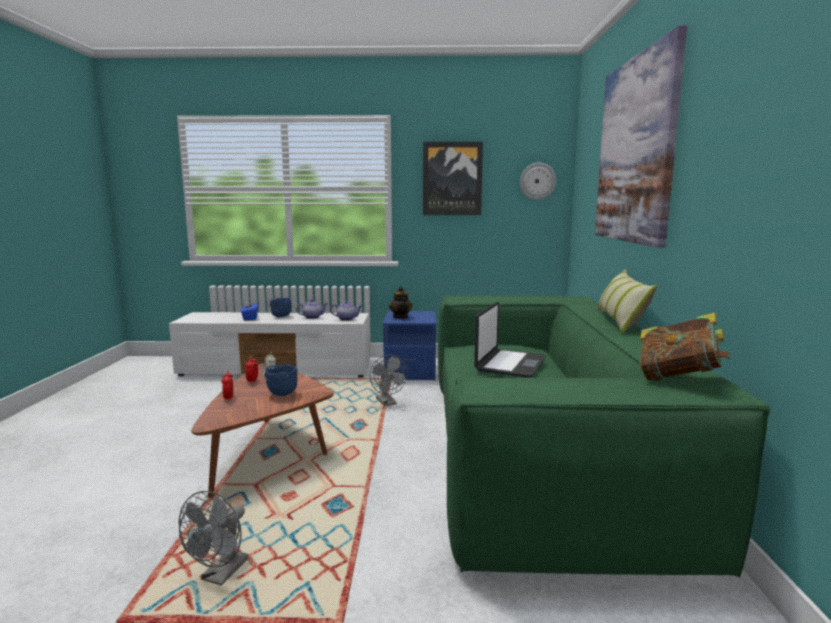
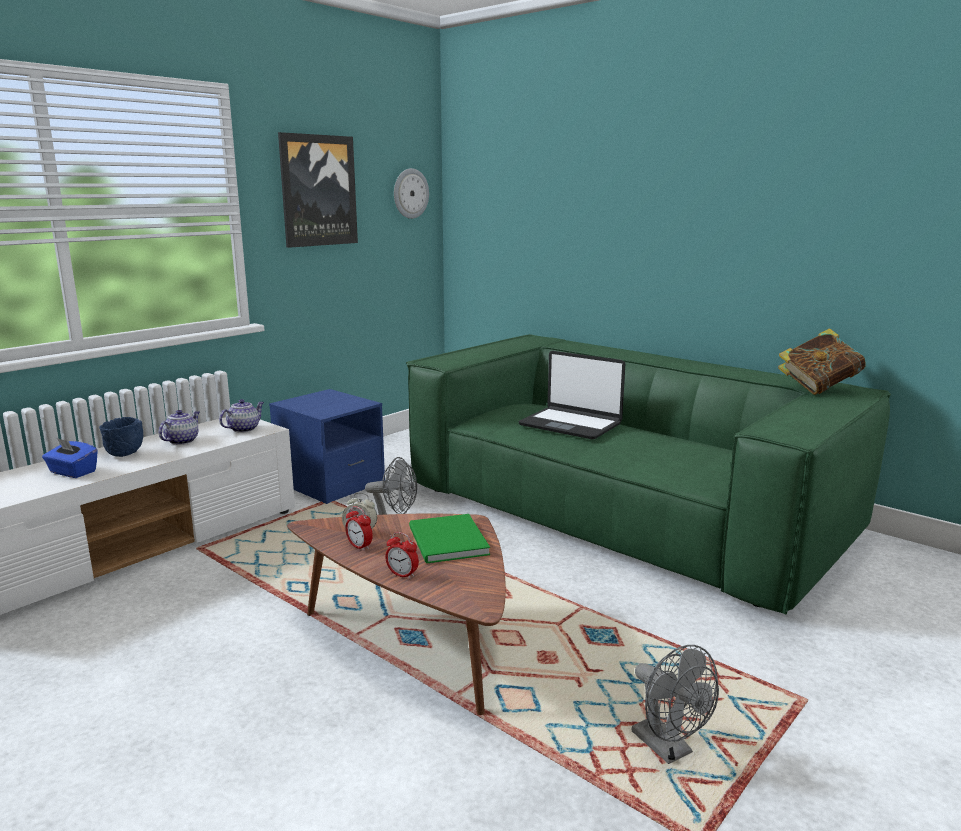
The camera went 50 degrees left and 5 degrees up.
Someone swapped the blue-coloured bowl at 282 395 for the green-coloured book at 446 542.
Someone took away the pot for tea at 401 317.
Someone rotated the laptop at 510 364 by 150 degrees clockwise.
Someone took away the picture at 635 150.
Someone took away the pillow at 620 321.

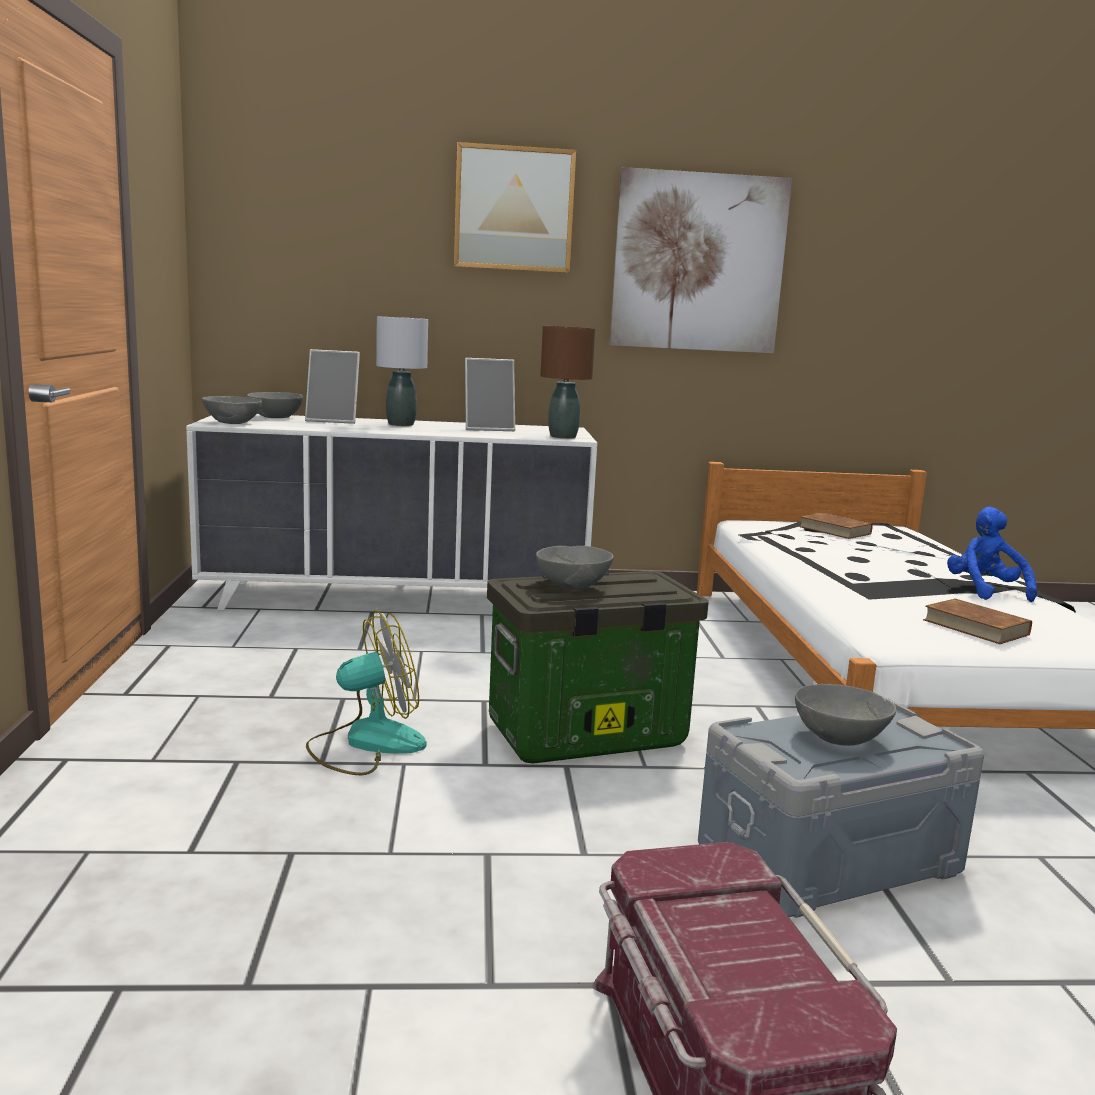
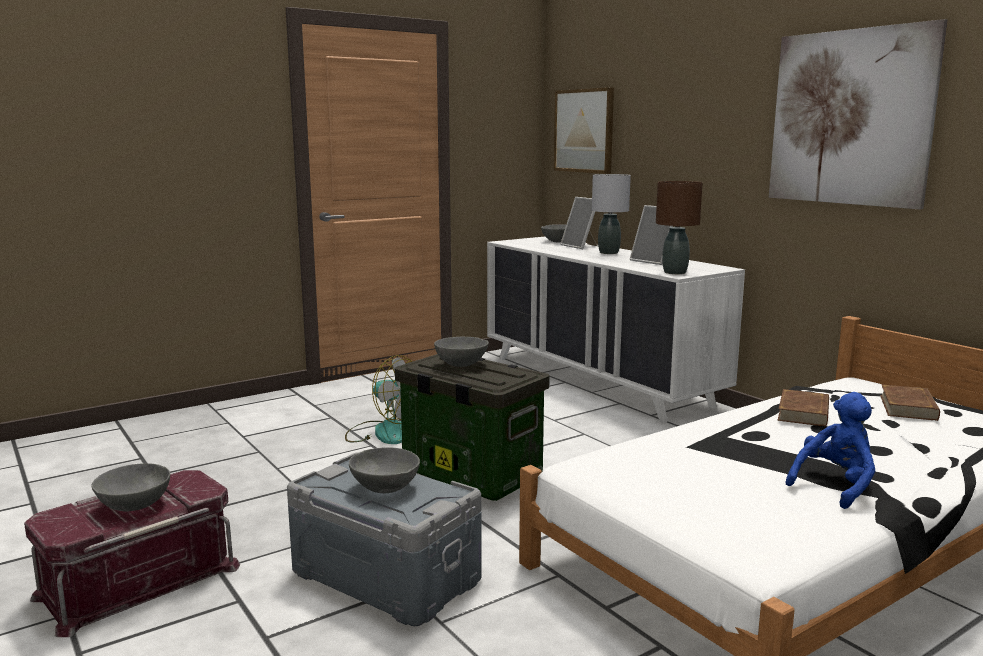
The camera went 60 degrees right and 0 degrees up.
Someone carried the gray bowl from 233 423 to 135 505.
Someone carried the picture from 514 209 to 584 131.
Someone carried the brown-coloured book from 975 627 to 804 413.

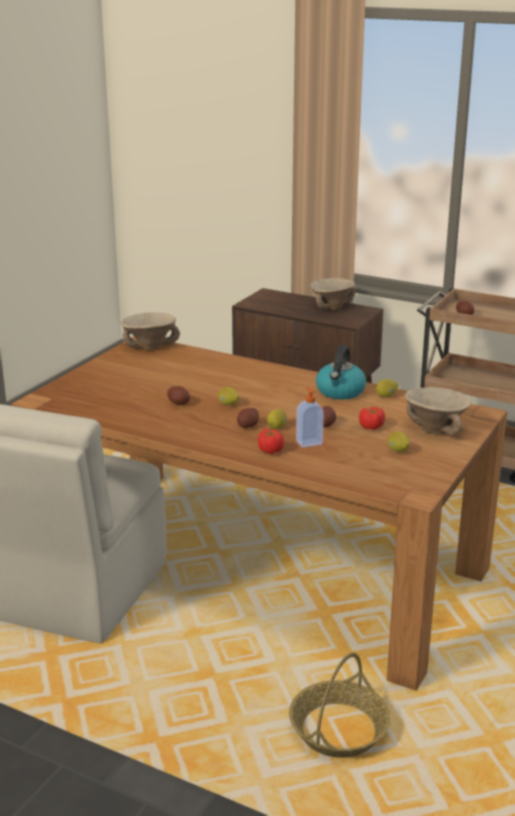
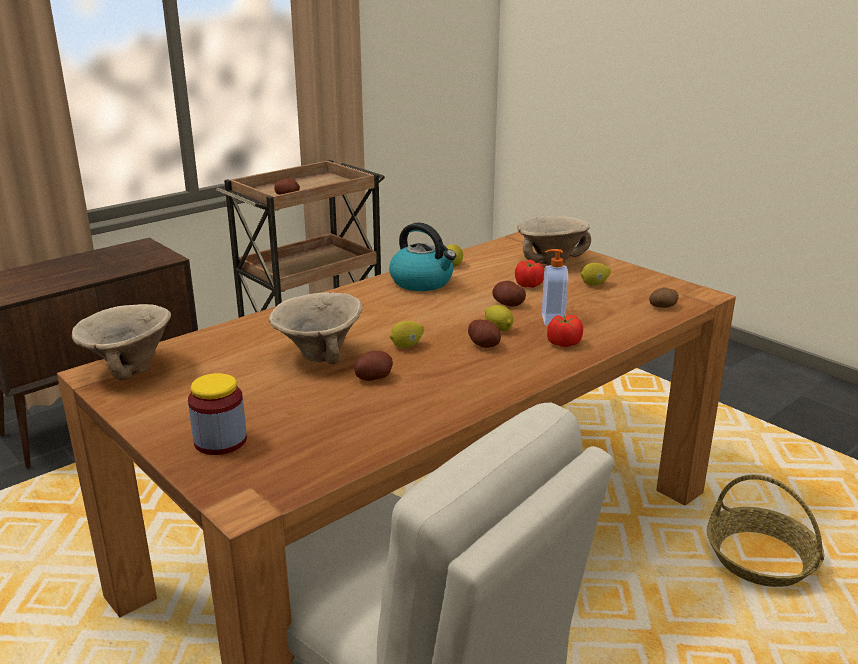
The camera went 70 degrees left and 0 degrees up.
Someone carried the sand-coloured bowl from 331 307 to 317 356.
Someone put down the preserve jar at 220 441.
Someone put down the potato at 663 306.

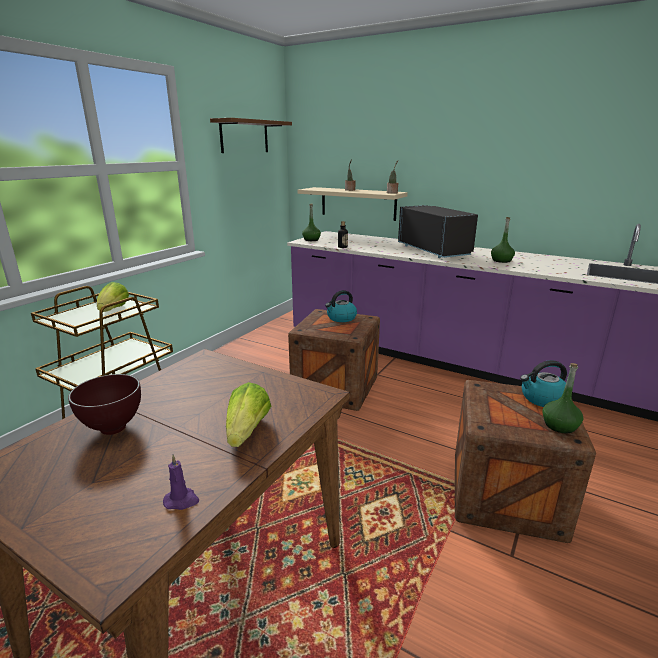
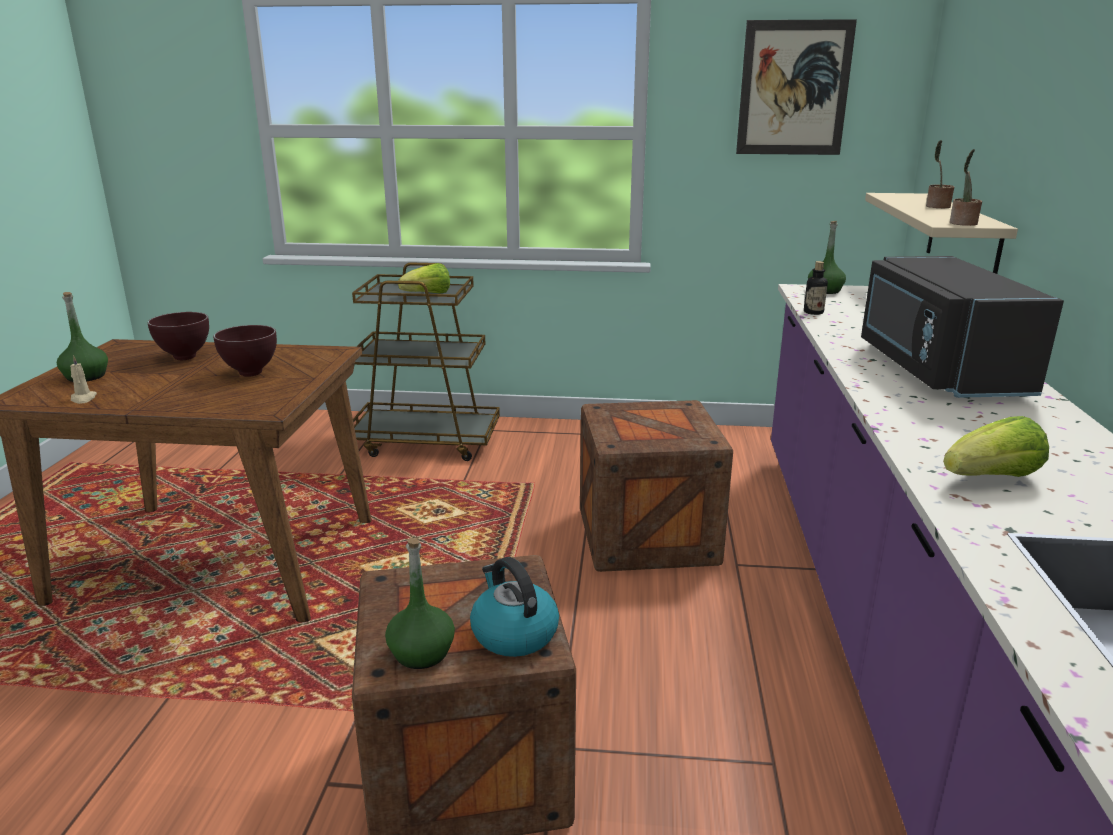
The camera went 65 degrees right and 0 degrees up.
Someone repainted the purple wax candle at 182 500, which became the sand-coloured wax candle at 83 399.
Someone swapped the bracket shelf at 244 136 for the picture at 794 88.
Someone carried the lettuce head from 247 431 to 992 478.
Someone took away the water kettle at 341 318.
Someone rotated the black-coloured microwave oven at 435 250 by 135 degrees clockwise.
Someone carried the green-coloured drink bottle from 501 260 to 86 376.
Someone put down the brown-coloured bowl at 252 373.

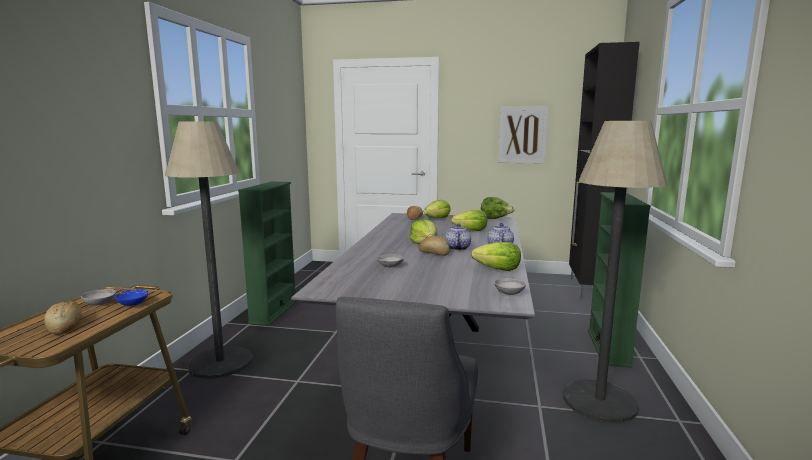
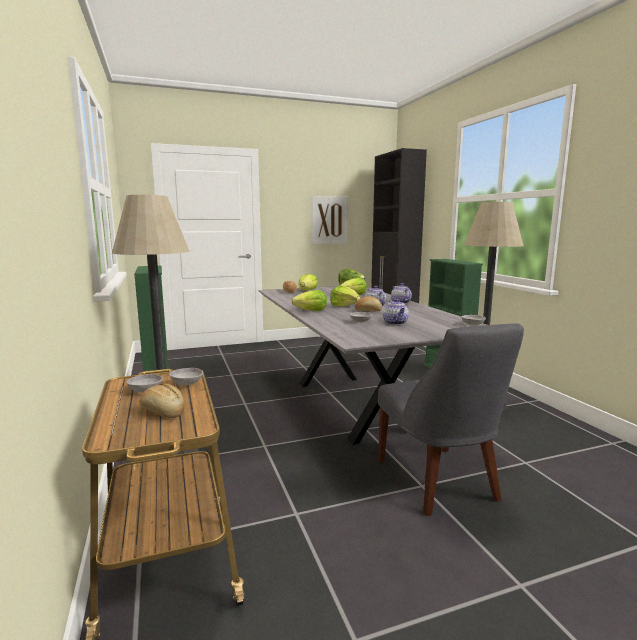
The camera went 30 degrees left and 0 degrees up.
Someone repainted the blue-coloured bowl at 133 304, which became the gray bowl at 187 383.
Someone carried the lettuce head from 498 269 to 311 311.
Someone put down the pot for tea at 395 323.

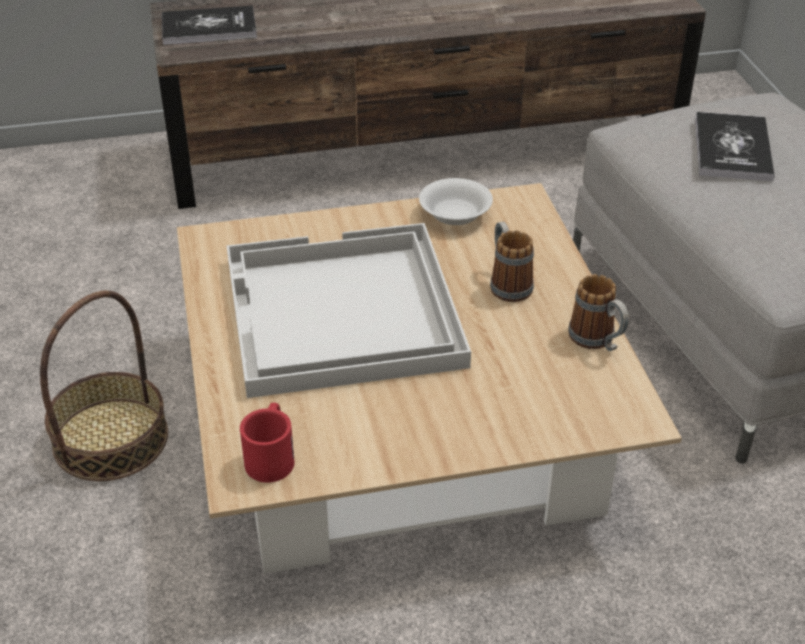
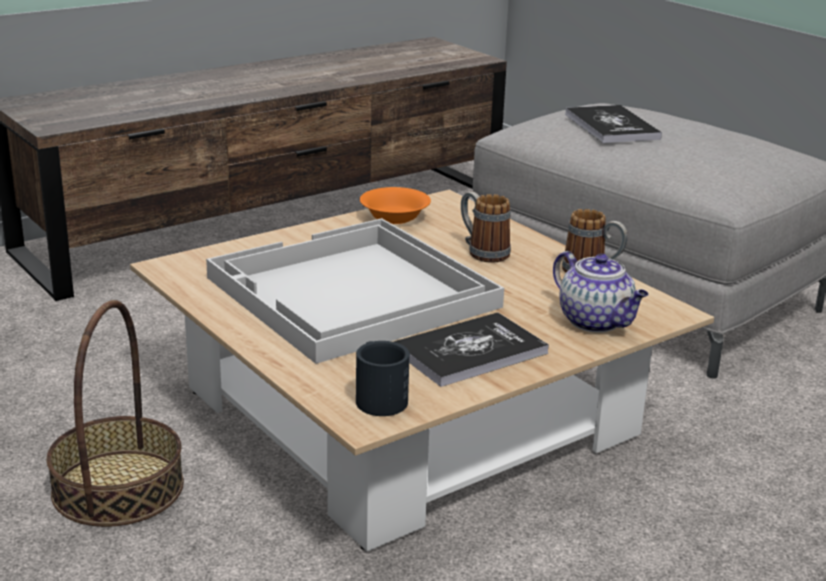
The camera went 25 degrees left and 15 degrees down.
Someone carried the book from 209 27 to 470 351.
Someone repainted the reddish mug at 271 455, which became the black-coloured mug at 378 396.
Someone repainted the white-coloured bowl at 455 215, which became the orangey bowl at 395 218.
Someone put down the pot for tea at 596 322.

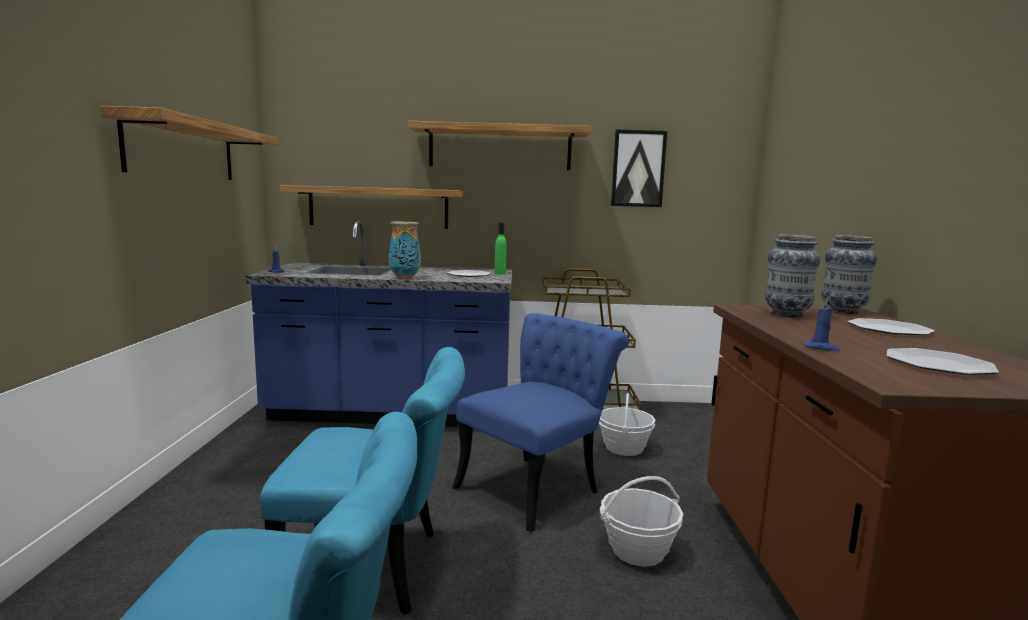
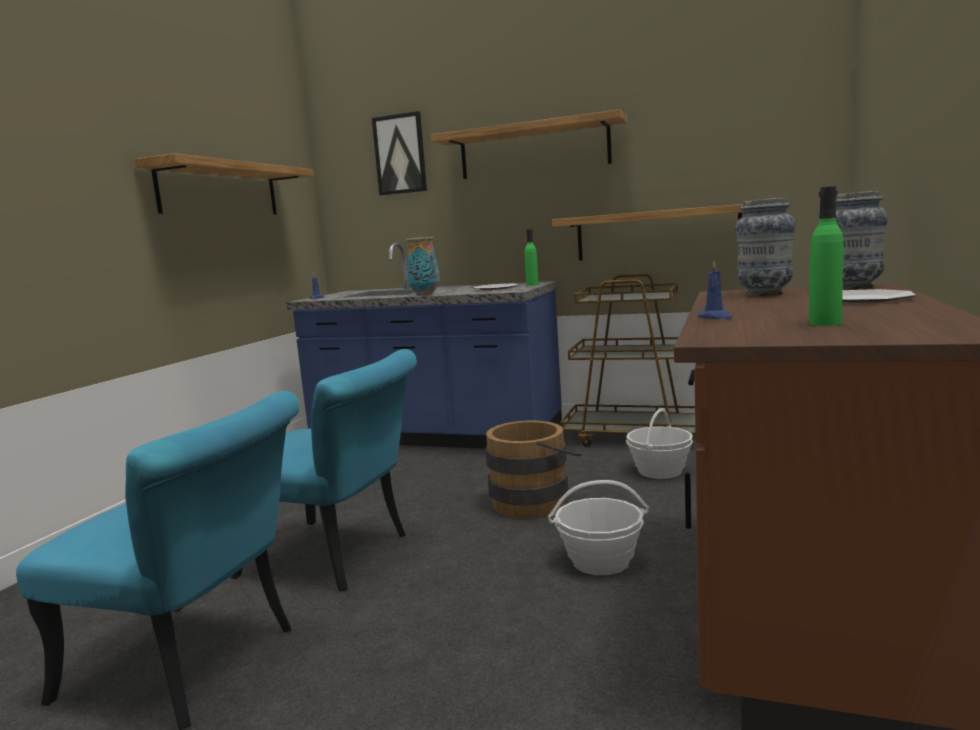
The camera went 20 degrees right and 0 degrees up.
Someone carried the bracket shelf from 378 207 to 656 233.
Someone swapped the blue-coloured chair at 537 485 for the brown-coloured bucket at 535 501.
Someone carried the picture from 638 169 to 400 154.
Someone swapped the dinner plate at 938 364 for the green-coloured drink bottle at 825 323.

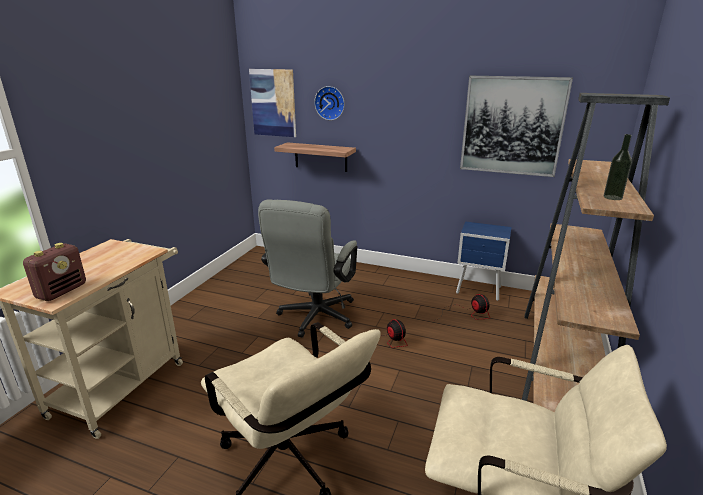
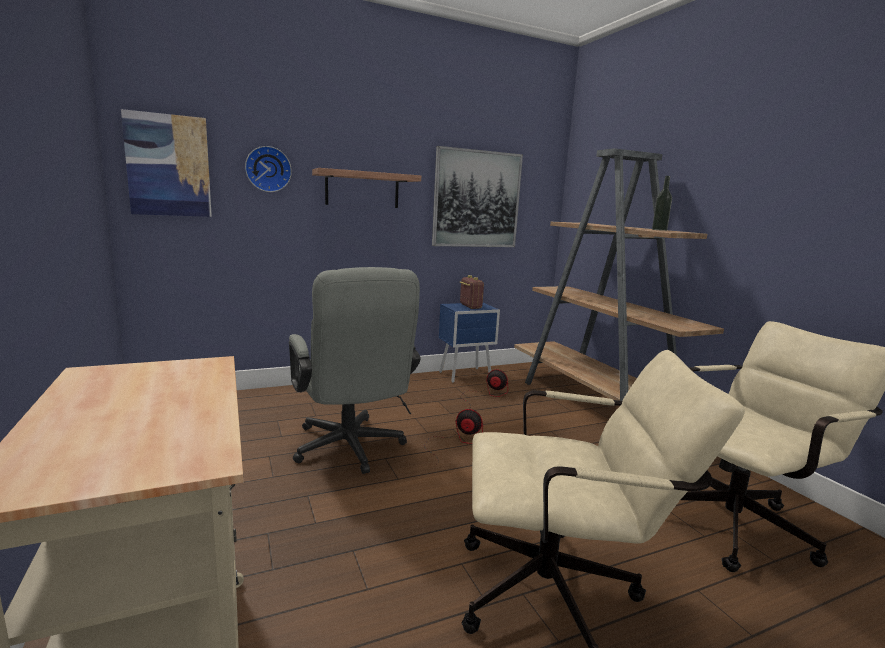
The camera went 45 degrees left and 10 degrees down.
Someone carried the radio from 62 291 to 470 306.
Someone carried the bracket shelf from 320 157 to 362 189.

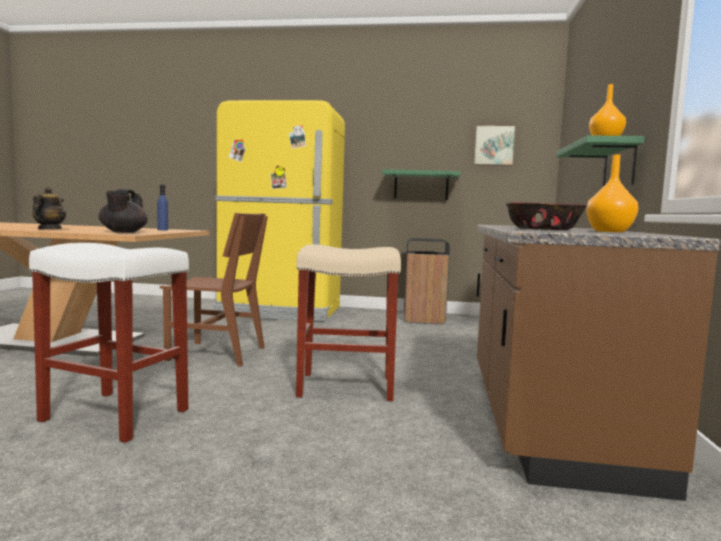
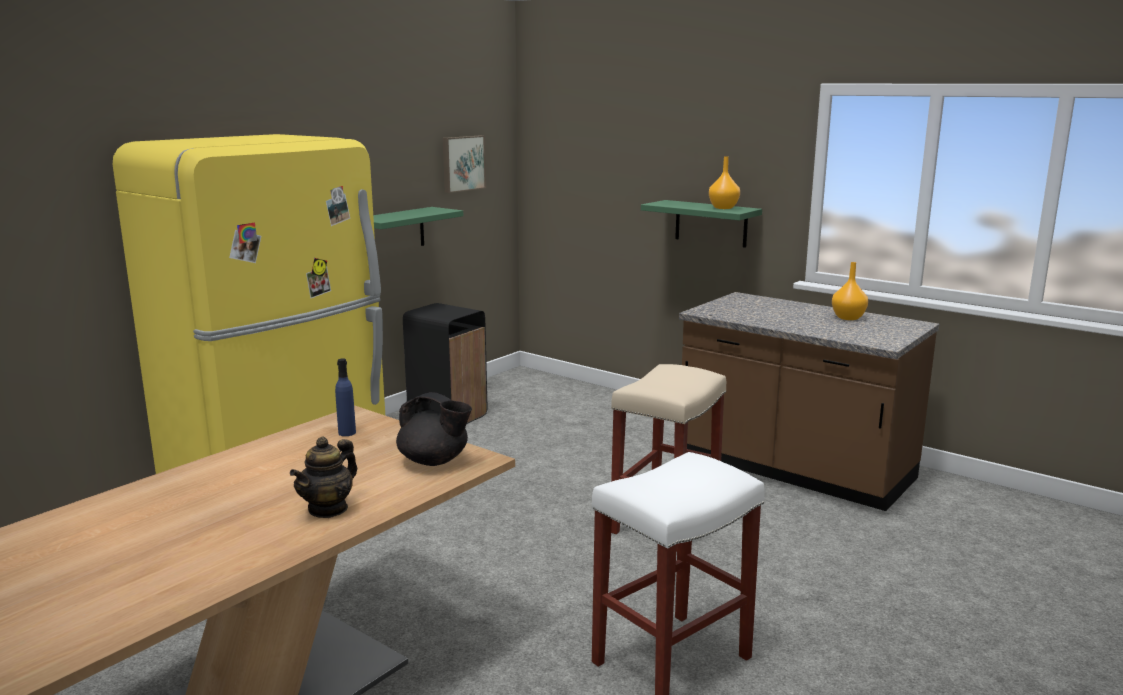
The camera went 60 degrees left and 10 degrees up.
Someone rotated the pot for tea at 49 229 by 90 degrees counterclockwise.
Someone took away the brown-coloured chair at 217 353.
Someone took away the bowl at 543 229.

